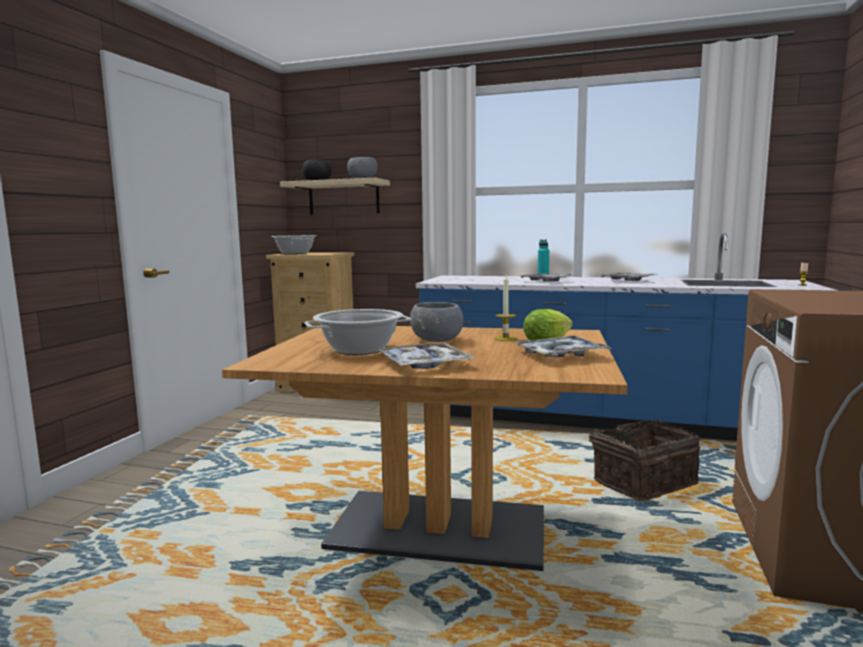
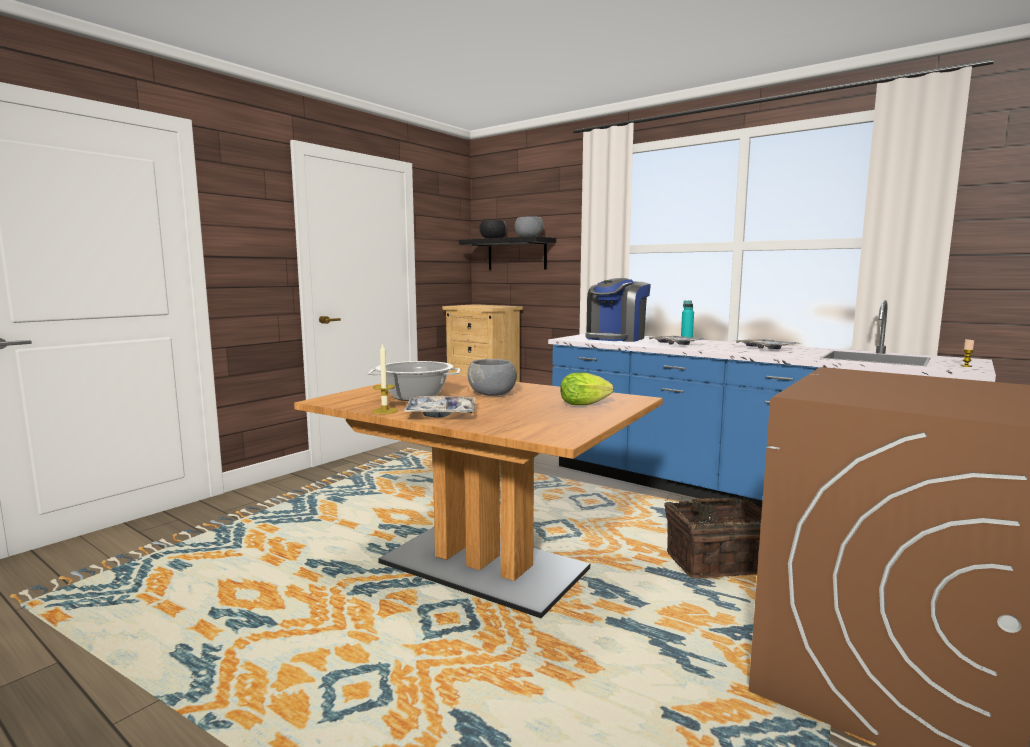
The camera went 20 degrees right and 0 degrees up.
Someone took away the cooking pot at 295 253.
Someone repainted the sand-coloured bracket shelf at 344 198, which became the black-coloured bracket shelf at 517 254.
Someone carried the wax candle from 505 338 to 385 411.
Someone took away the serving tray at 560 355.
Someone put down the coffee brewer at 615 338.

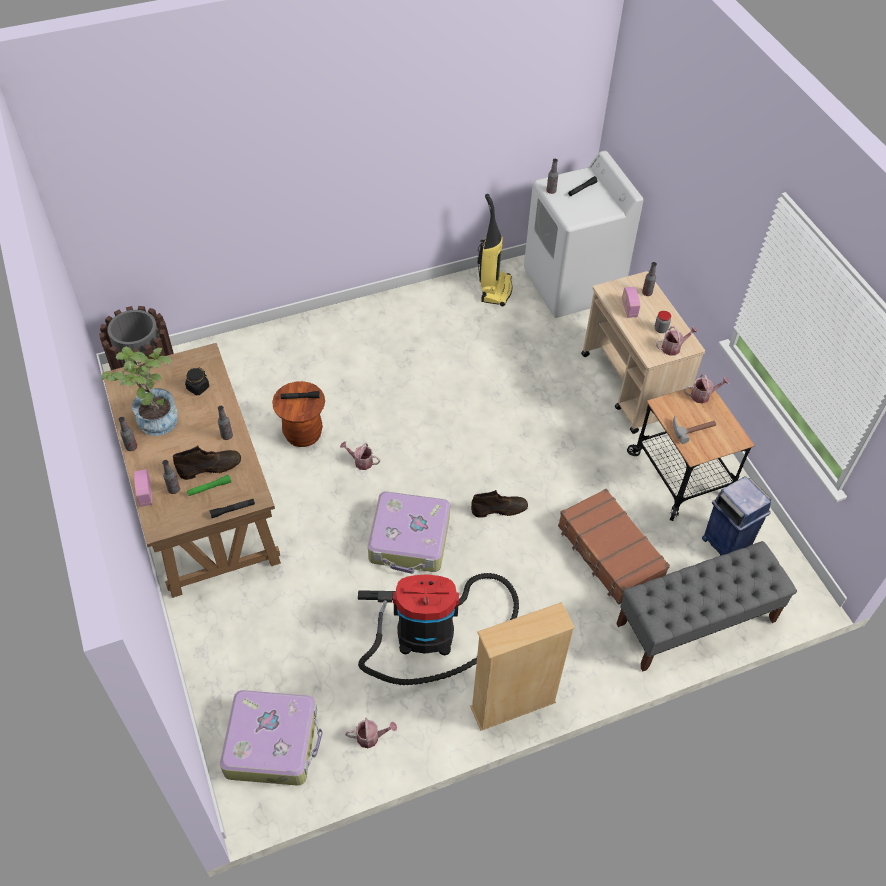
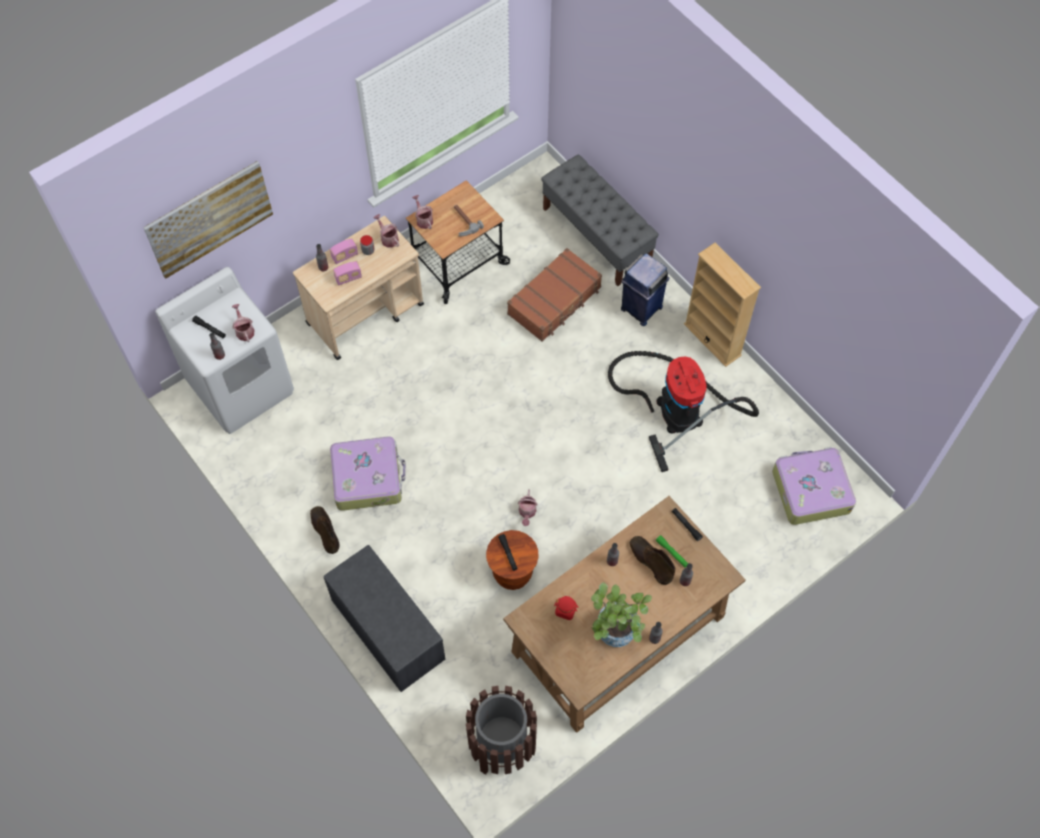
The camera went 105 degrees left and 10 degrees up.
Someone carried the radio from 145 494 to 345 256.
Someone repainted the black-coloured preserve jar at 198 388, which became the reddish preserve jar at 566 610.
Someone carried the watering pot from 371 737 to 244 330.
Someone carried the piece of luggage from 410 540 to 368 478.
Someone carried the brown-coloured boot from 499 509 to 325 530.
Someone took away the vacuum at 495 289.
Someone carried the blue-coloured rubbish bin from 726 542 to 641 308.
Someone put up the picture at 209 219.
Someone put down the gray long seat at 386 629.

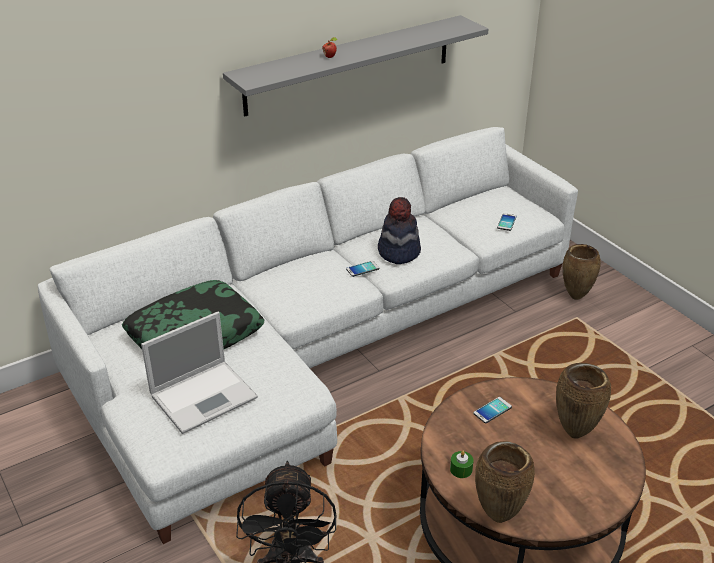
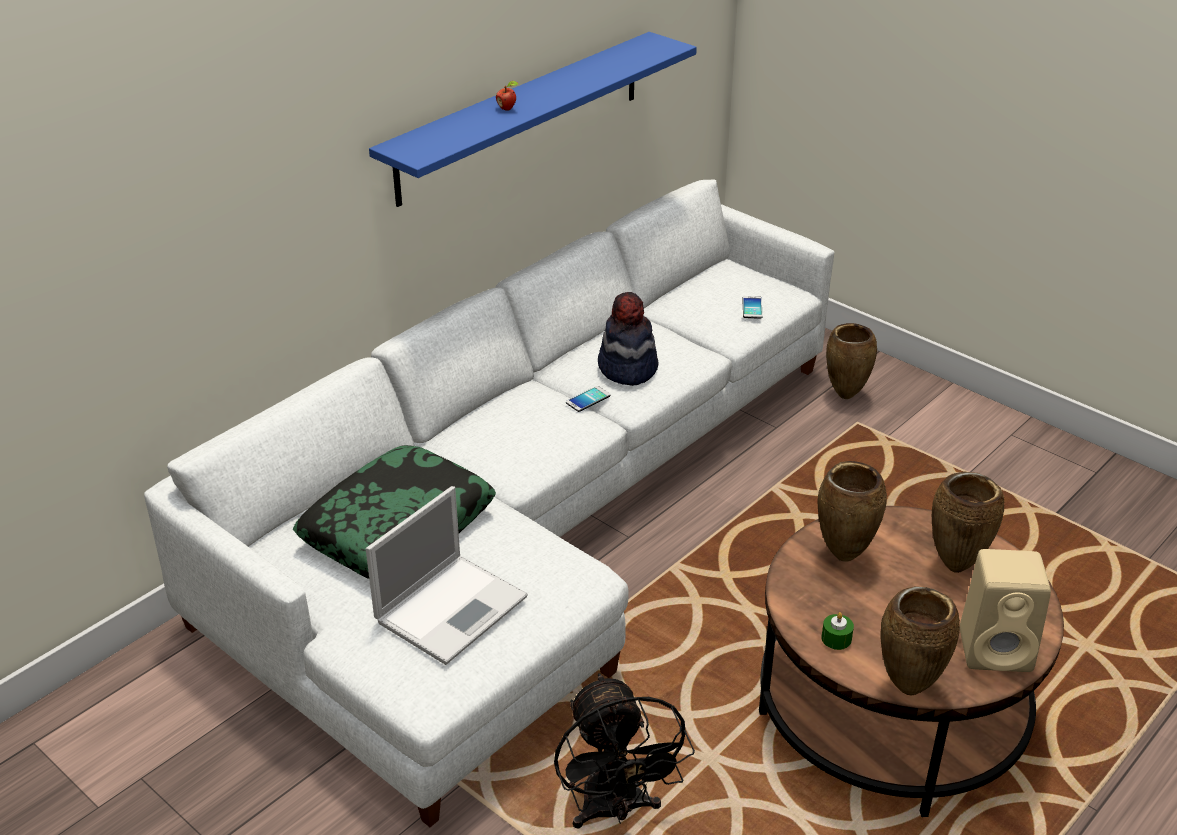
The camera went 15 degrees left and 0 degrees up.
Someone repainted the gray bracket shelf at 349 65, which became the blue-coloured bracket shelf at 521 117.
Someone swapped the telephone at 492 410 for the brown-coloured flower vase at 842 556.
Someone put down the sand-coloured loudspeaker at 998 650.

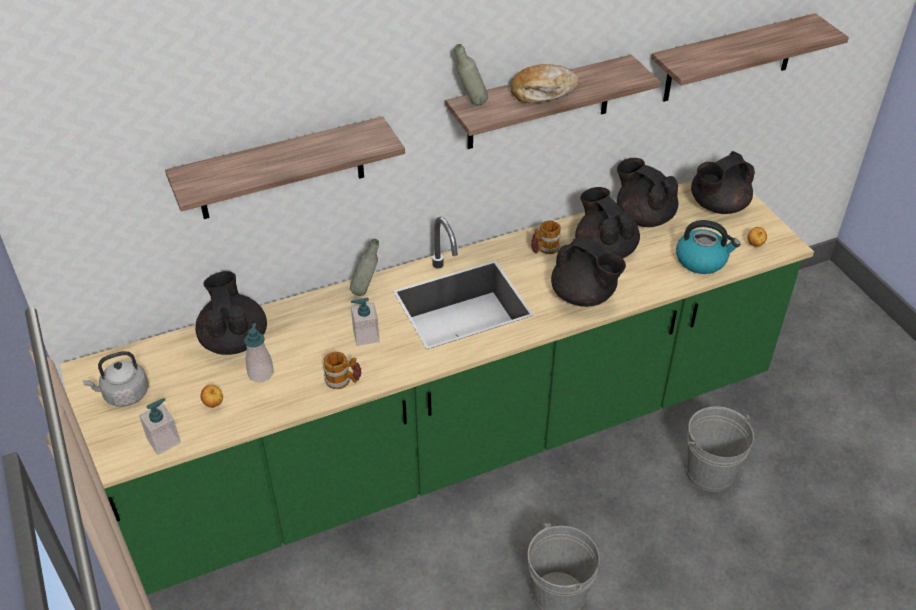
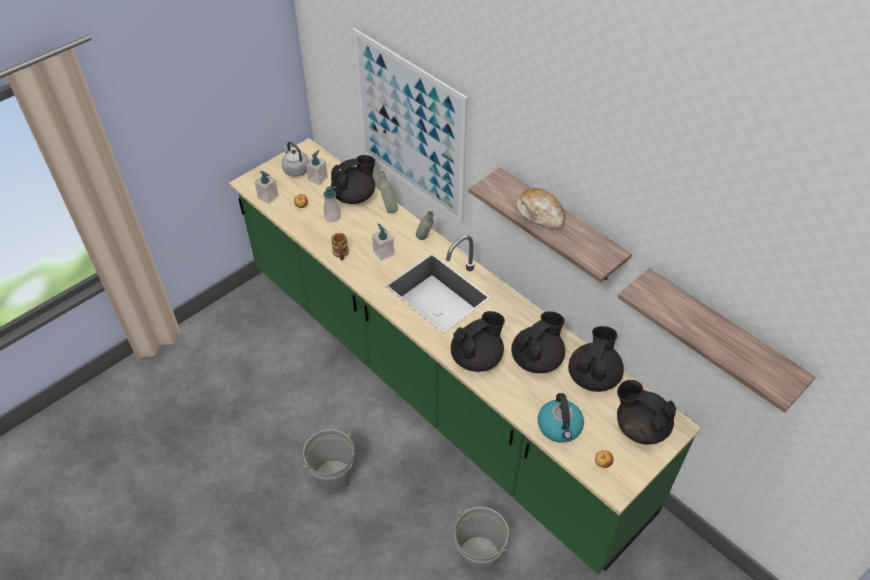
The camera went 70 degrees right and 5 degrees up.
Someone swapped the bracket shelf at 281 169 for the picture at 410 128.
Someone carried the gray drink bottle from 471 104 to 388 209.
Someone took away the mug at 544 249.
Someone rotated the black-coloured pot for tea at 583 296 by 150 degrees counterclockwise.
Someone put down the liquid soap bottle at 318 179.

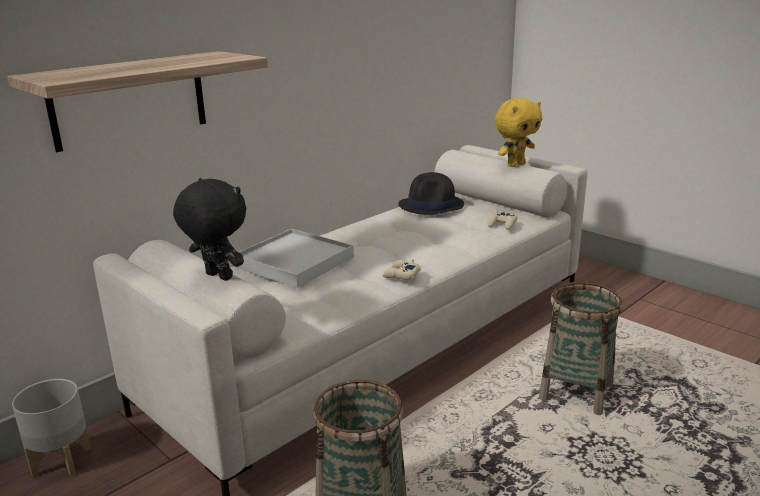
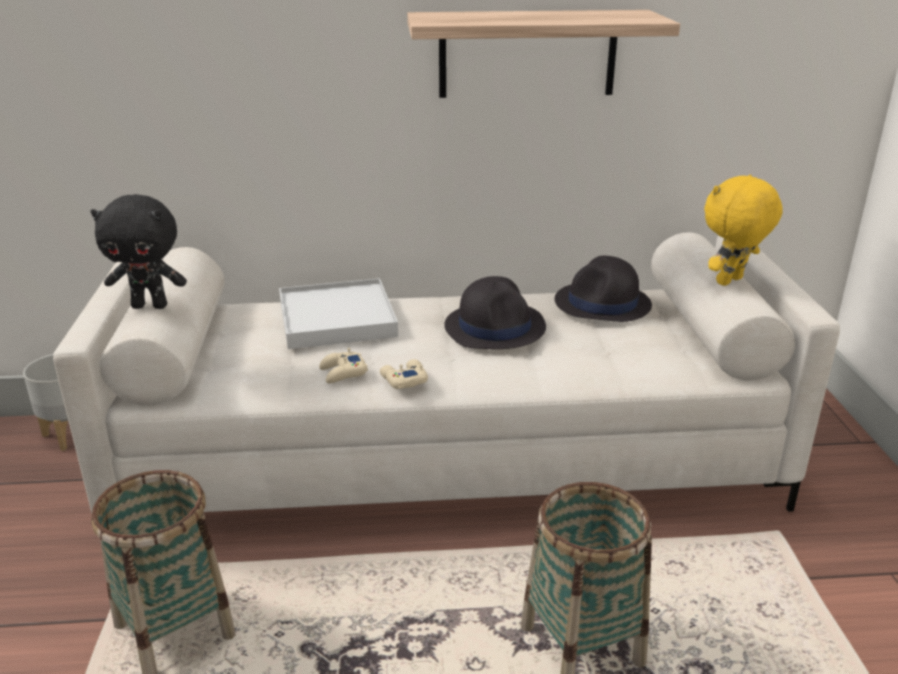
The camera went 40 degrees right and 5 degrees up.
Someone carried the bracket shelf from 129 100 to 527 54.
Someone rotated the black-coloured soft toy at 217 277 by 105 degrees clockwise.
Someone carried the sand-coloured joypad from 502 224 to 343 373.
Someone rotated the yellow soft toy at 515 165 by 135 degrees clockwise.
Someone put down the black-coloured wearable hat at 495 327.

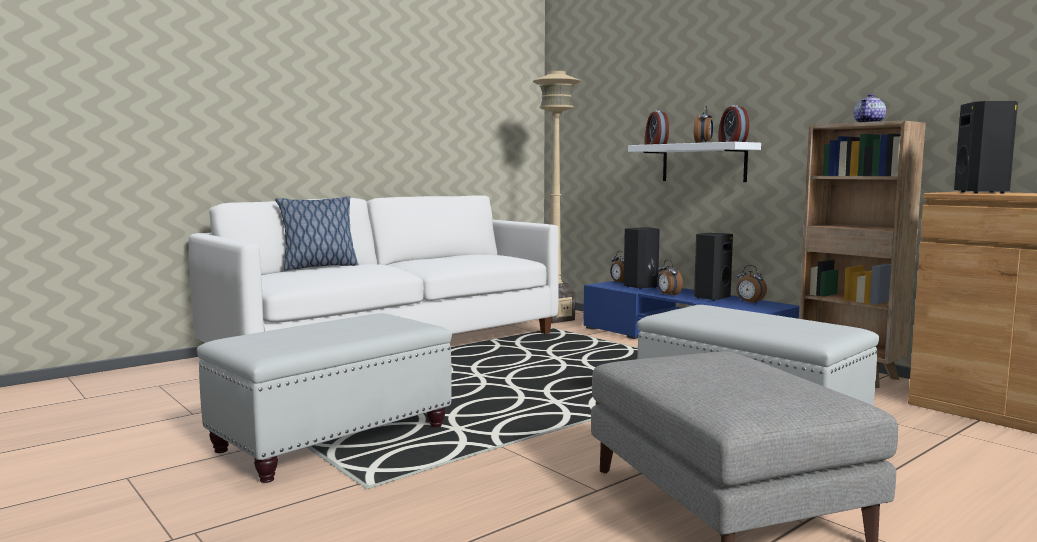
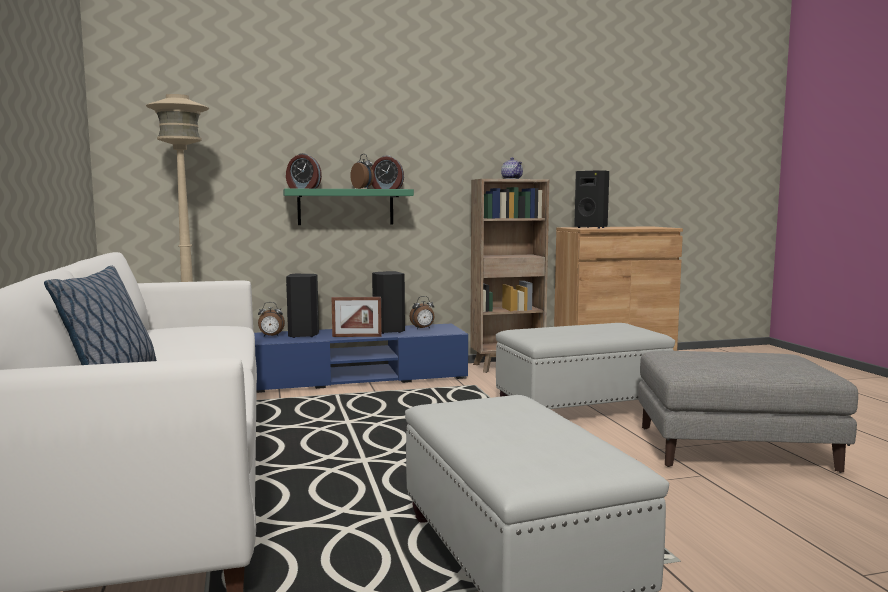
The camera went 65 degrees left and 0 degrees up.
Someone repainted the white-coloured bracket shelf at 703 163, which became the green-coloured bracket shelf at 346 207.
Someone swapped the table clock at 668 295 for the photo frame at 357 336.

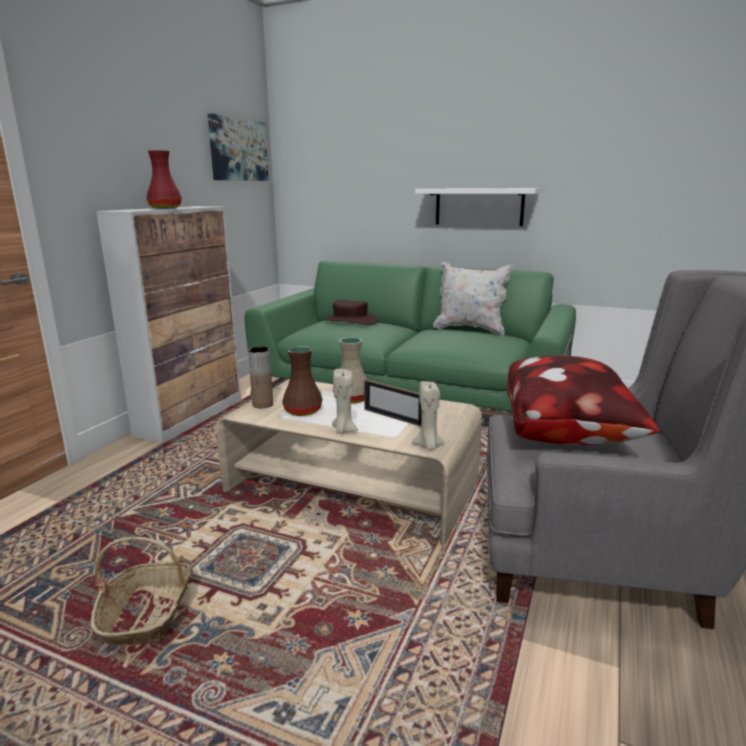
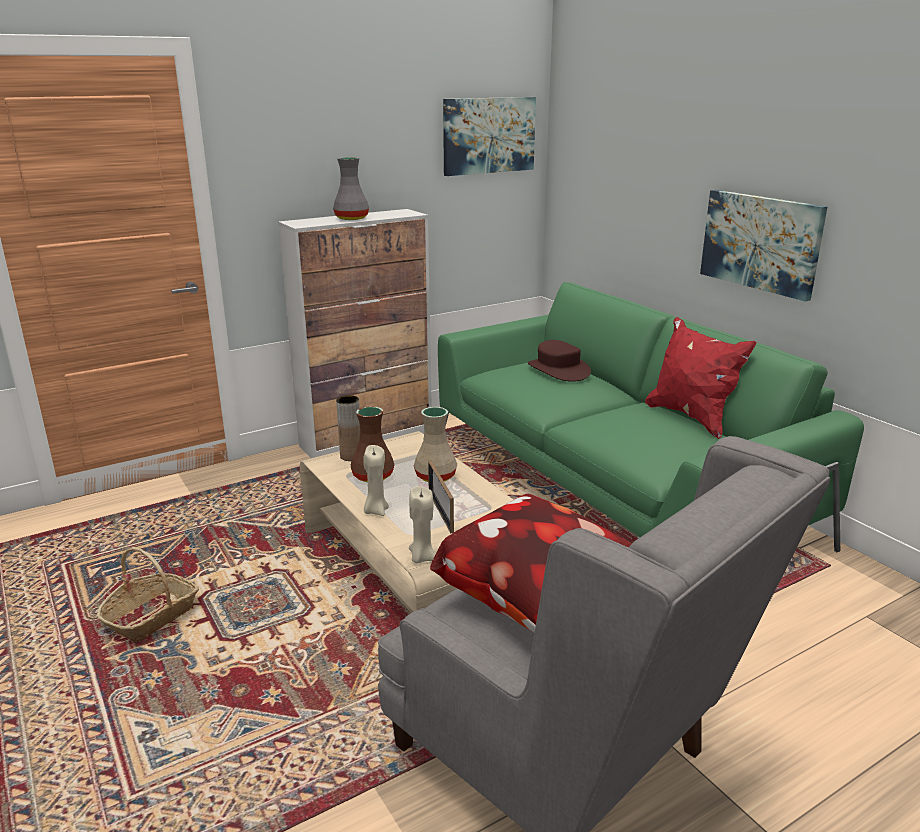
The camera went 35 degrees right and 5 degrees up.
Someone repainted the reddish flower vase at 165 208, which became the gray flower vase at 351 218.
Someone swapped the white-coloured bracket shelf at 479 206 for the picture at 761 242.
Someone repainted the white-coloured pillow at 470 329, which became the reddish pillow at 691 417.

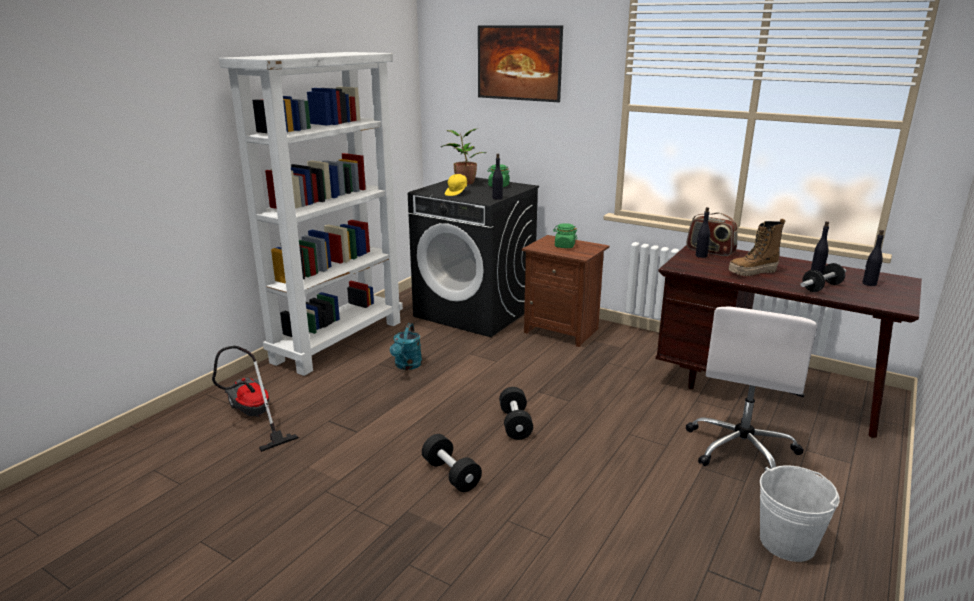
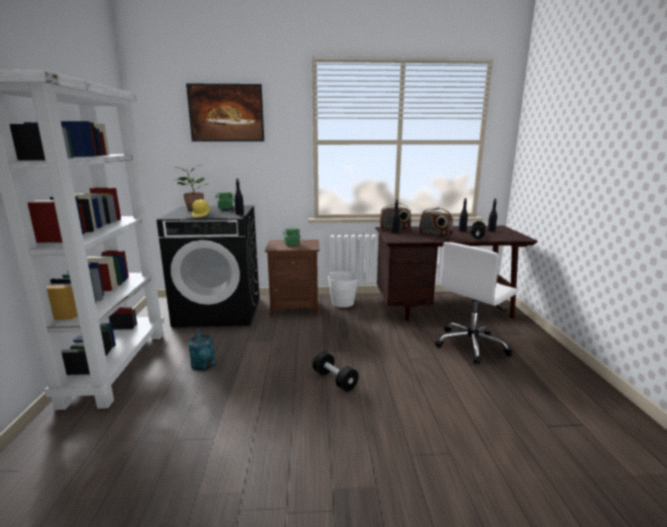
The camera went 35 degrees left and 5 degrees down.
Someone took away the vacuum at 253 417.
Someone took away the black-coloured dumbbell at 451 474.
Someone rotated the white-coloured desk chair at 741 448 by 60 degrees clockwise.
Someone swapped the boot at 752 272 for the radio at 435 235.
Someone carried the white-coloured bucket from 787 542 to 343 303.

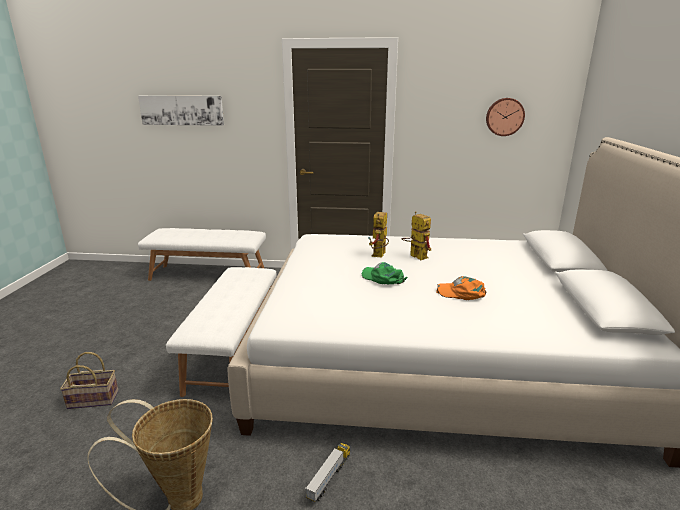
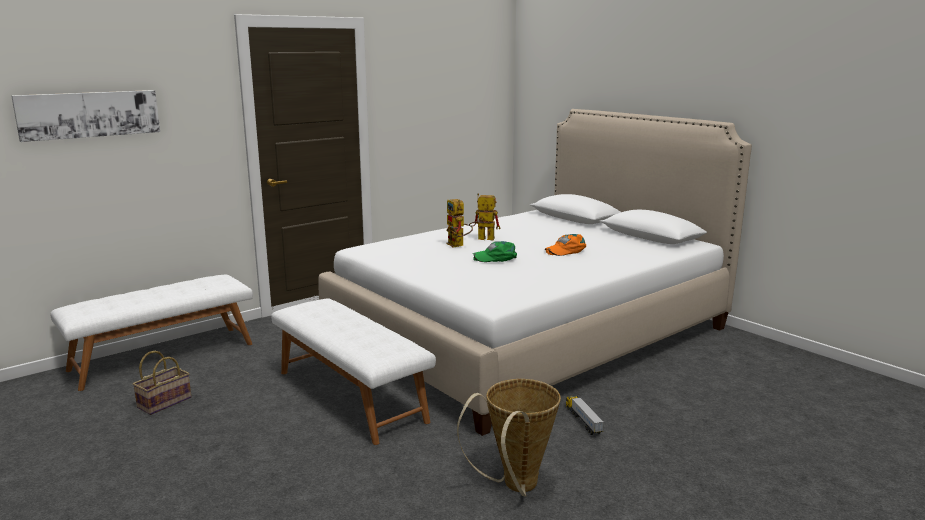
The camera went 45 degrees left and 5 degrees down.
Someone carried the storage basket from 95 399 to 165 402.
Someone took away the wall clock at 504 117.

